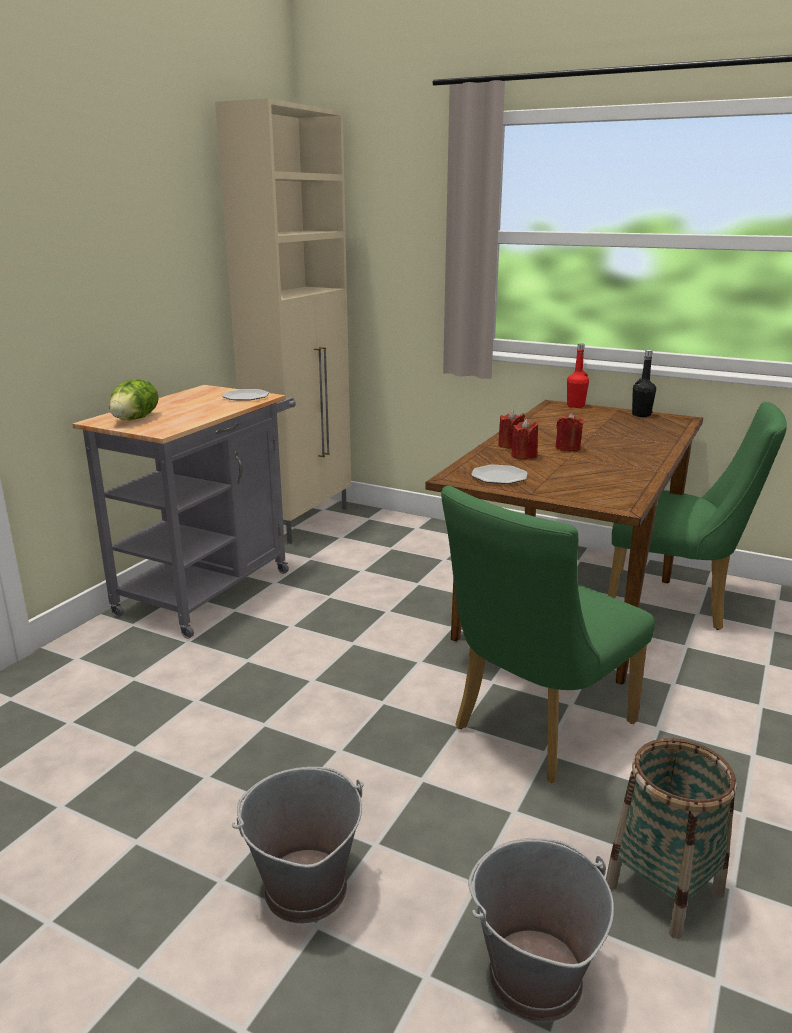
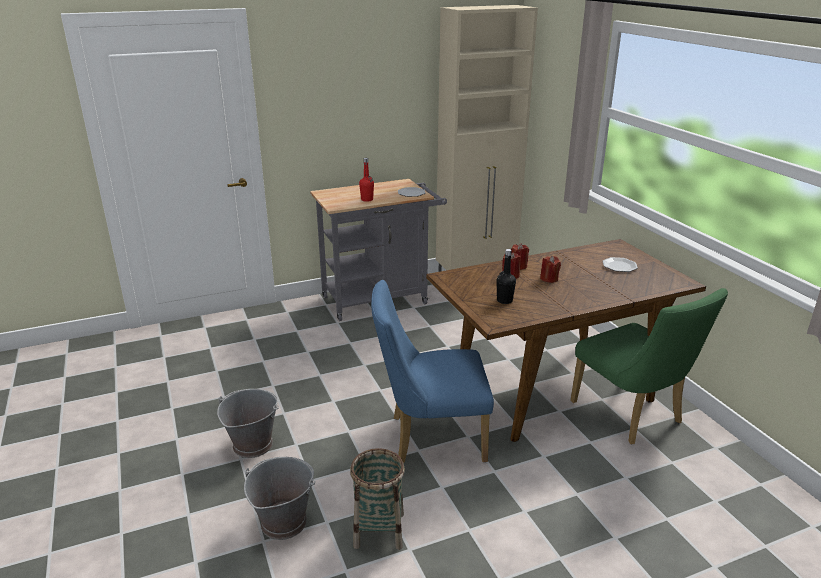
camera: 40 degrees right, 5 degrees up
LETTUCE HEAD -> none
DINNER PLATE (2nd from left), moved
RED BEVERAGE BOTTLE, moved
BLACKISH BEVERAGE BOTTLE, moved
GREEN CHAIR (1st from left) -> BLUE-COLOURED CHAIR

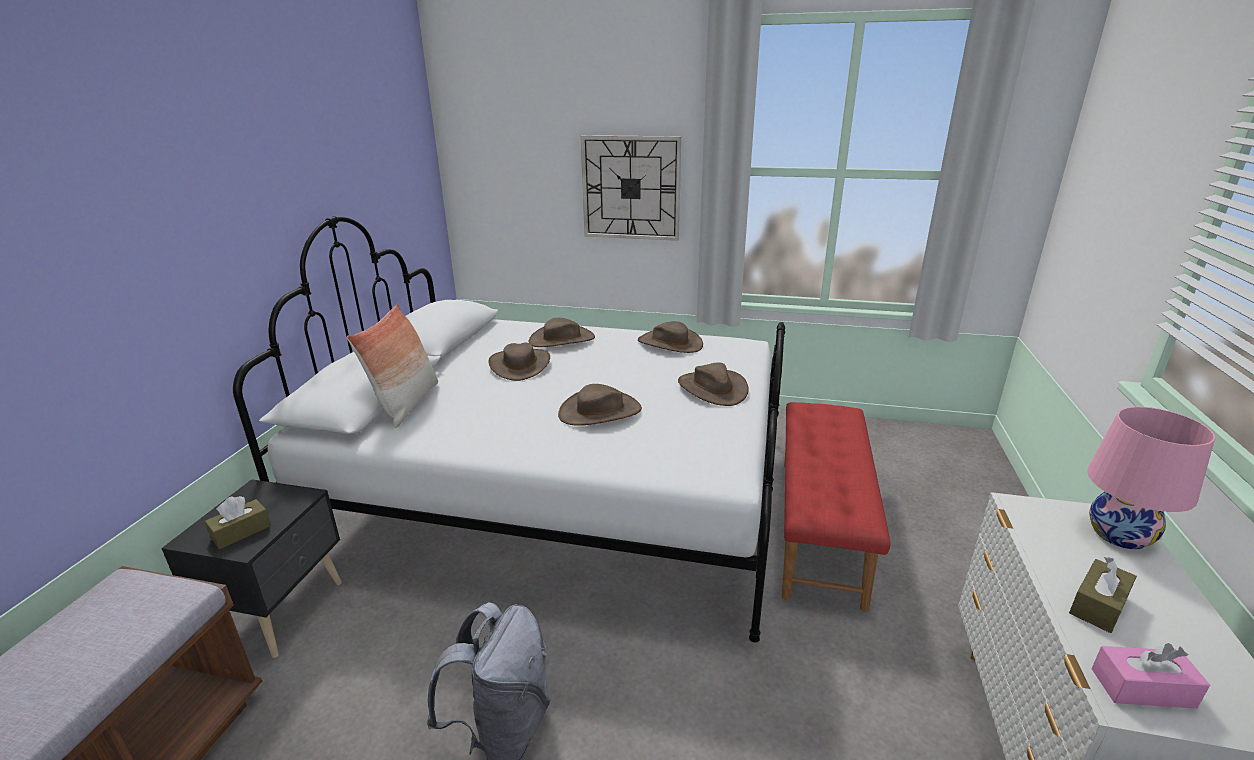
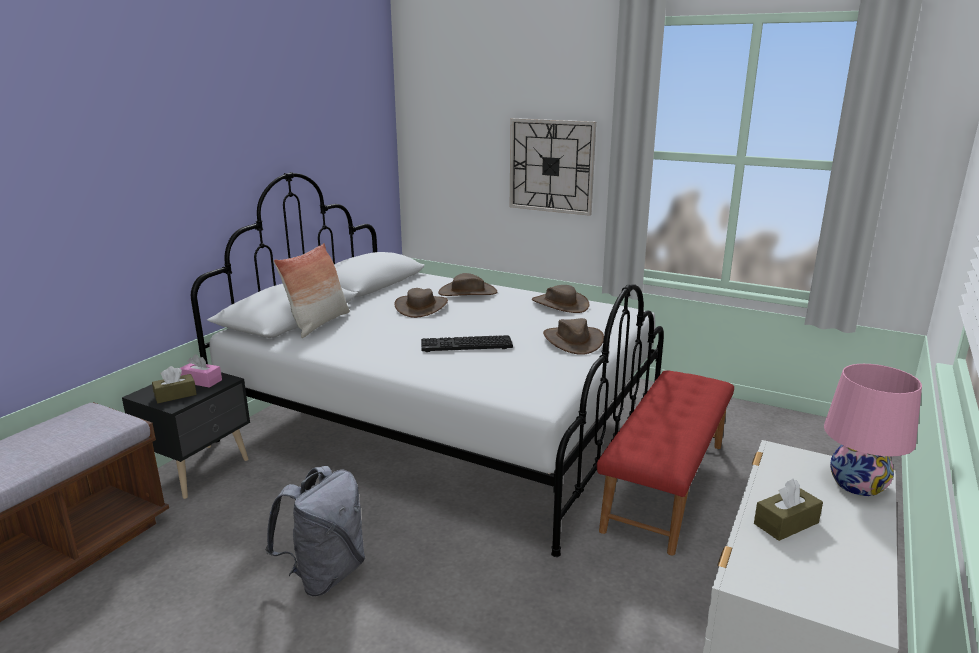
camera: 15 degrees right, 5 degrees down
PINK TISSUE HOLDER, moved
BROWN-COLOURED WEARABLE HAT (3rd from left) -> KEYBOARD

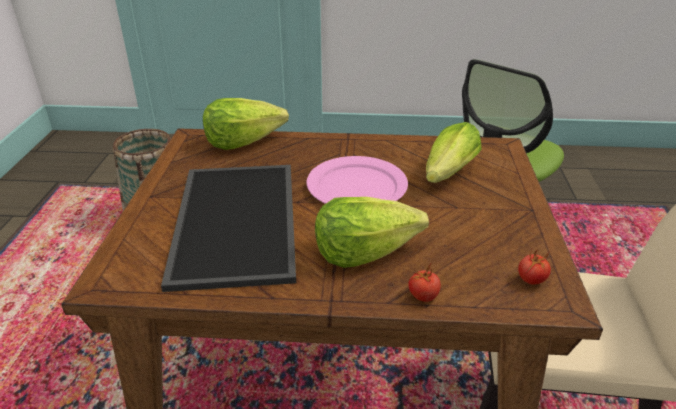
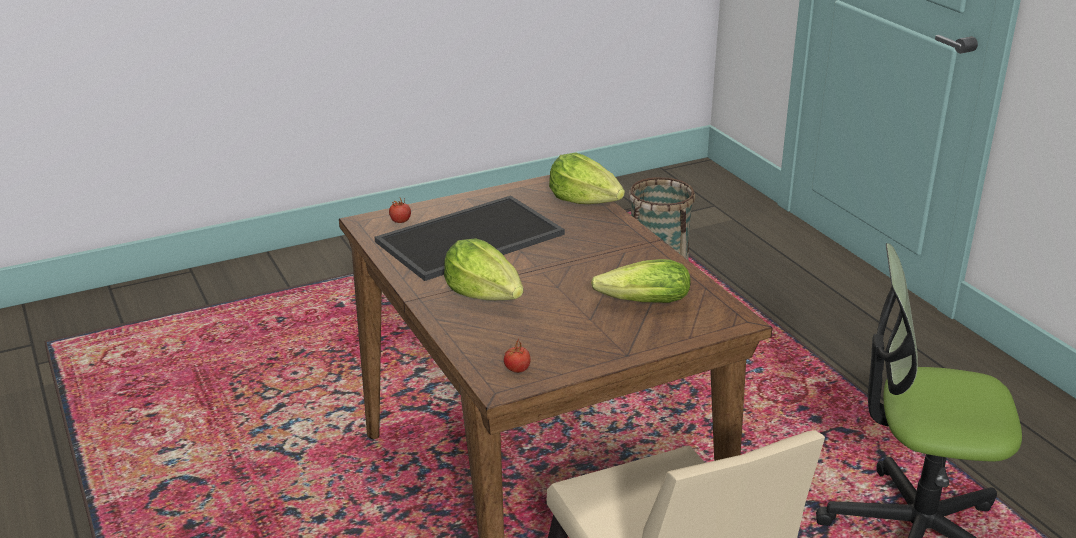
camera: 60 degrees right, 5 degrees down
PINK DINNER PLATE -> none
WHOLE TOMATO (1st from left), moved

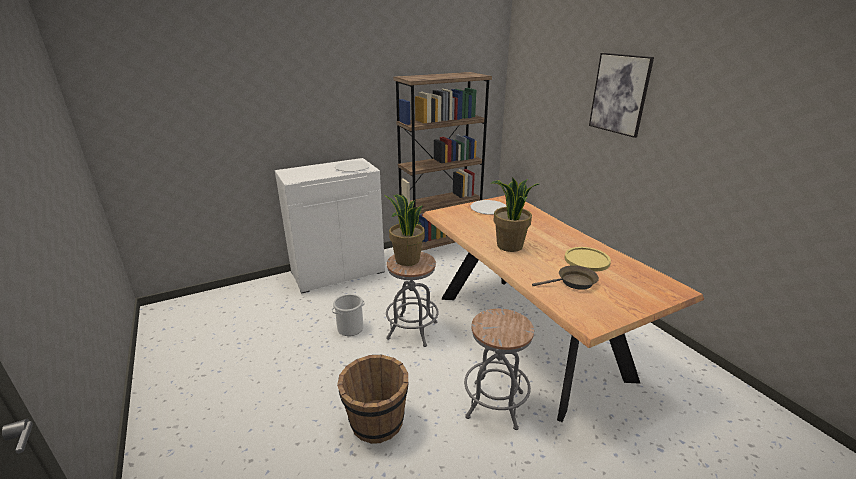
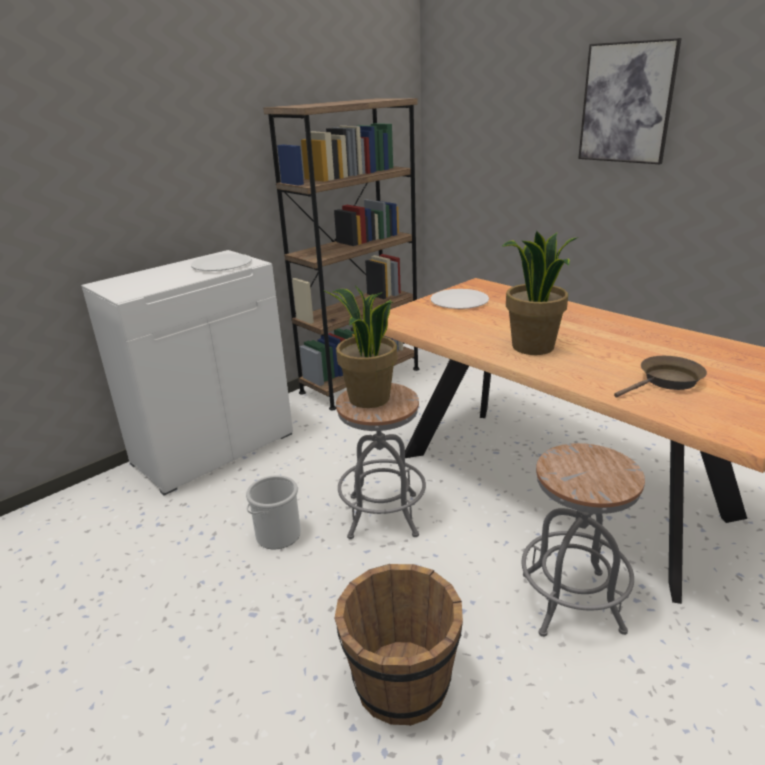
camera: 15 degrees left, 0 degrees up
YELLOW DINNER PLATE -> none

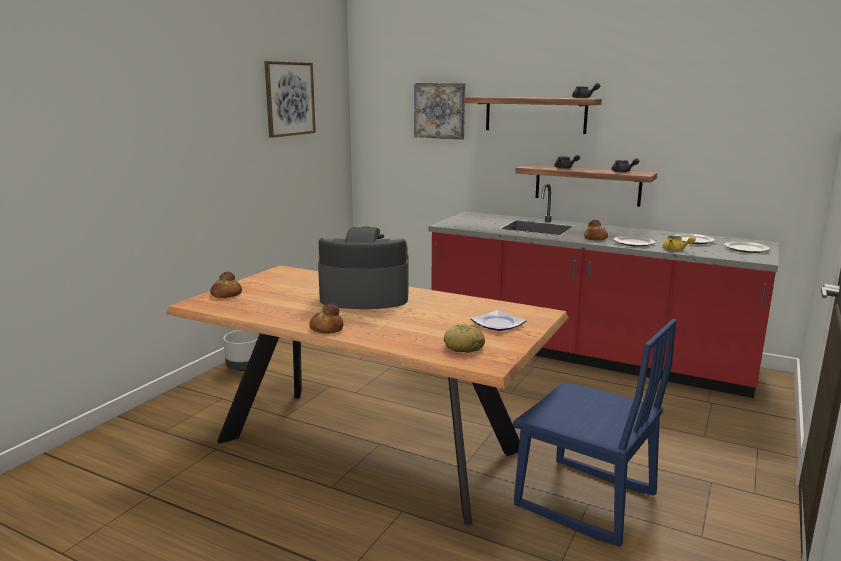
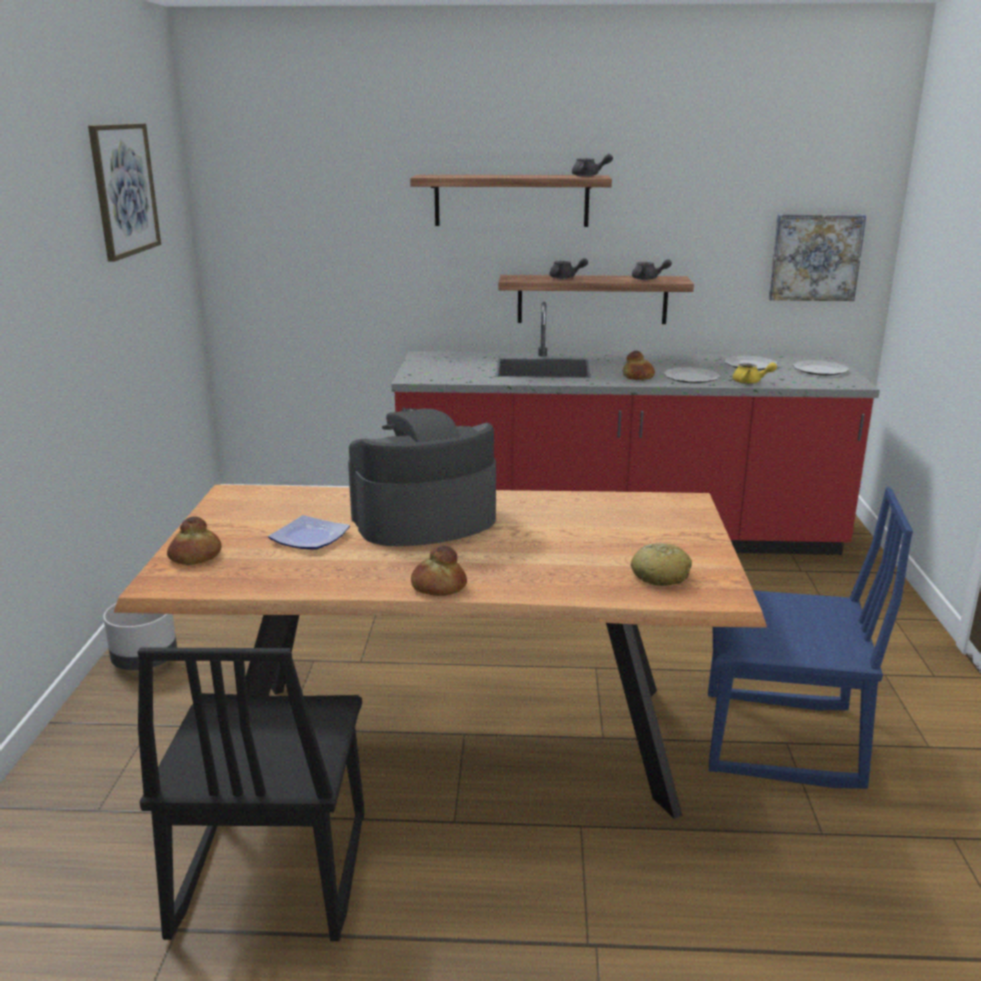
camera: 25 degrees left, 5 degrees up
none -> BLACKISH CHAIR
WALL PICTURE (2nd from left), moved
DINNER PLATE (1st from left), moved

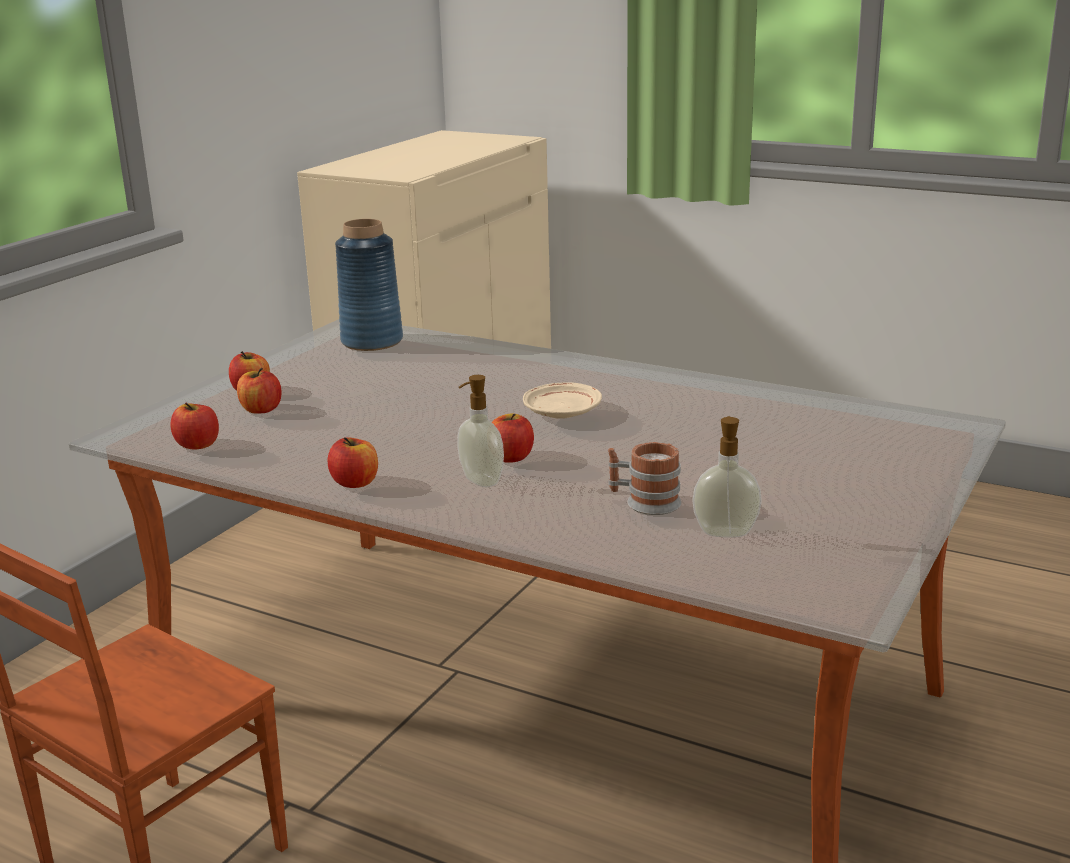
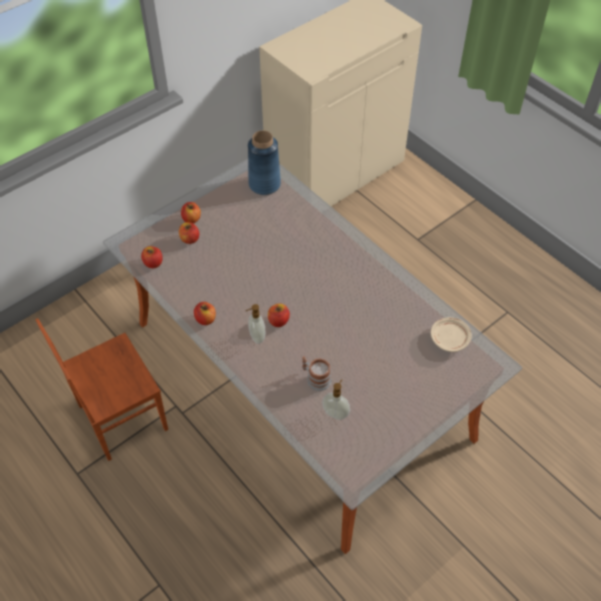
camera: 20 degrees right, 30 degrees up
SAND-COLOURED DINNER PLATE, moved

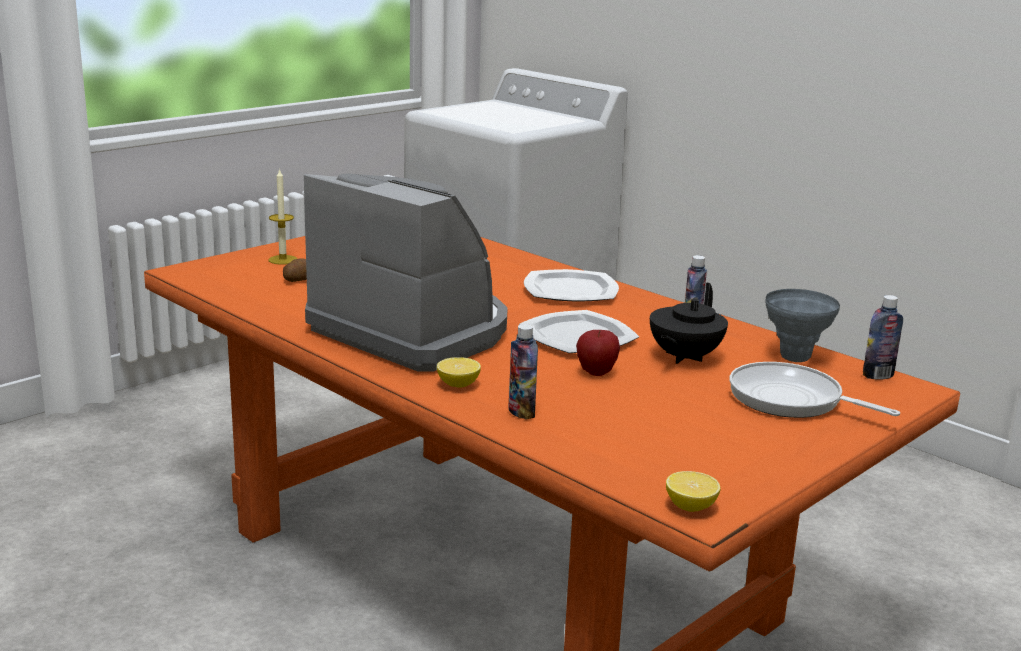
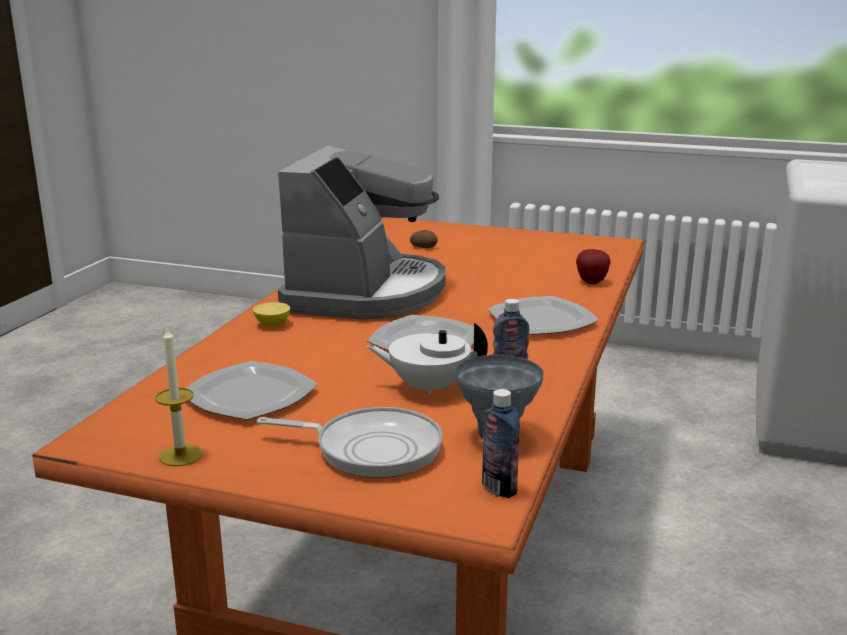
camera: 65 degrees right, 0 degrees up
BEVERAGE BOTTLE (1st from left) -> none
CITRUS FRUIT (2nd from left) -> none
none -> DINNER PLATE (1st from left)
WAX LIGHT, moved
APPLE, moved
BLACKISH POT FOR TEA -> WHITE POT FOR TEA
SKILLET, 90 degrees clockwise

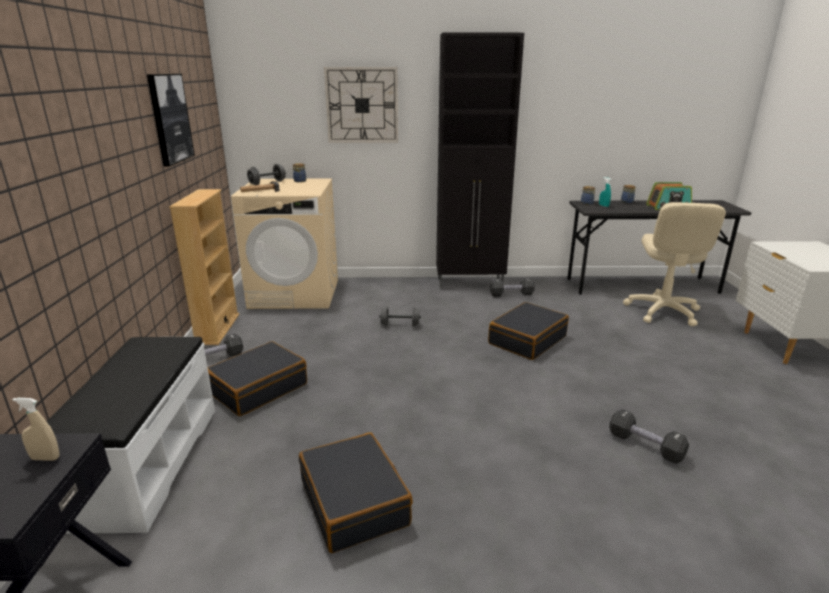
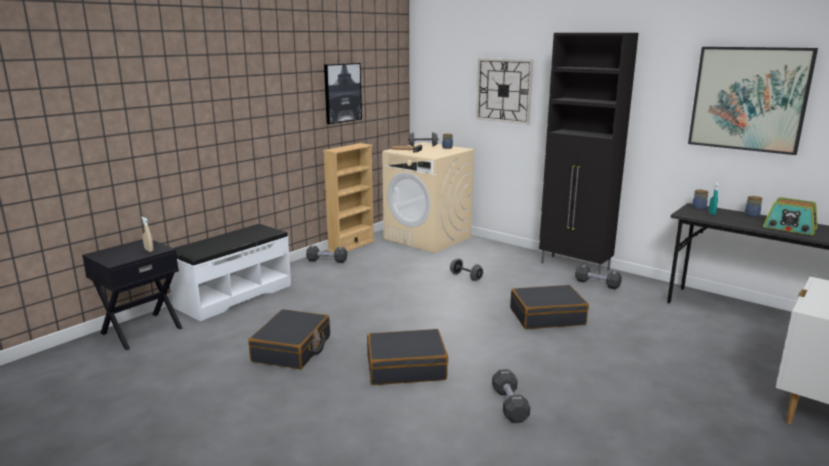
camera: 40 degrees right, 5 degrees down
SAND-COLOURED DESK CHAIR -> none
none -> WALL PICTURE (2nd from left)
BLACKISH TRAVEL CASE (1st from left in the first image) -> BLACKISH TRAVEL CASE (2nd from left), moved

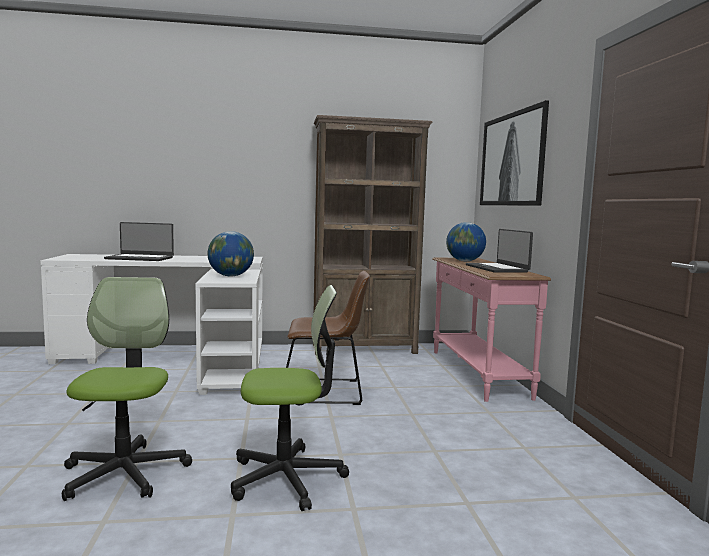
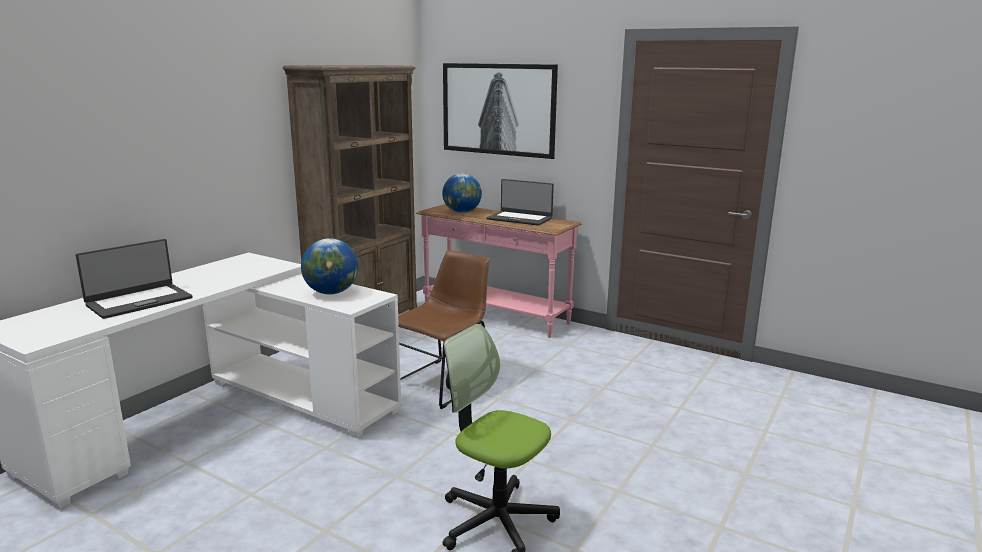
camera: 50 degrees left, 10 degrees up
DESK CHAIR (2nd from left) -> none

